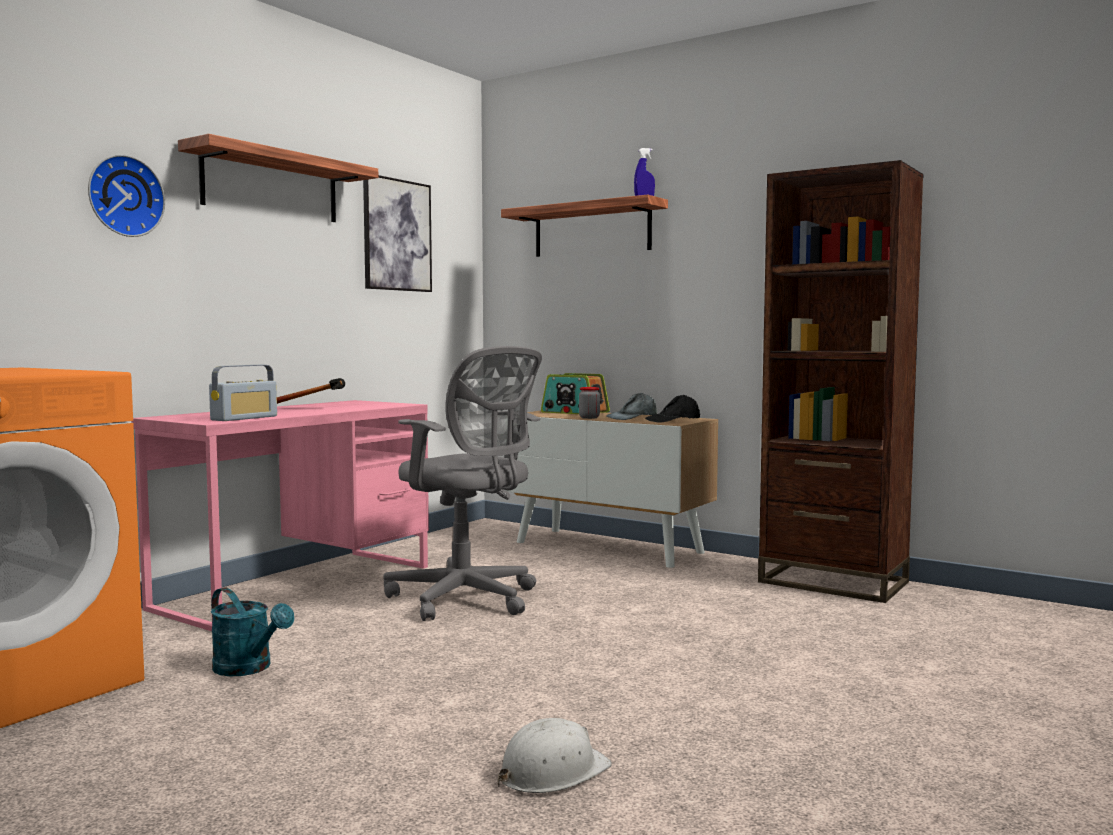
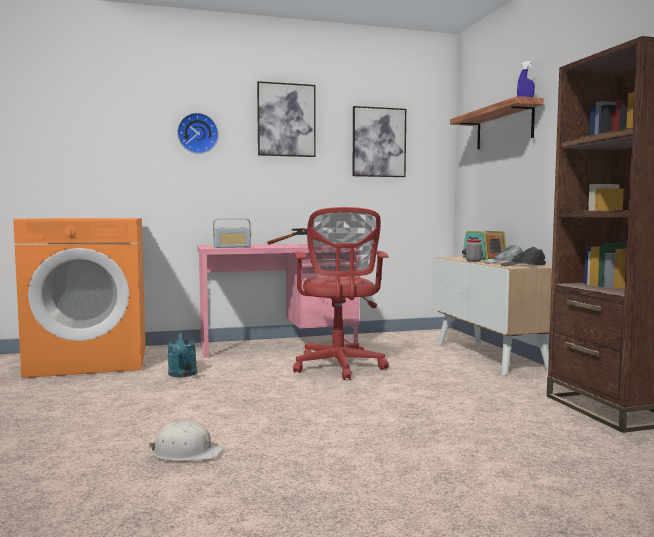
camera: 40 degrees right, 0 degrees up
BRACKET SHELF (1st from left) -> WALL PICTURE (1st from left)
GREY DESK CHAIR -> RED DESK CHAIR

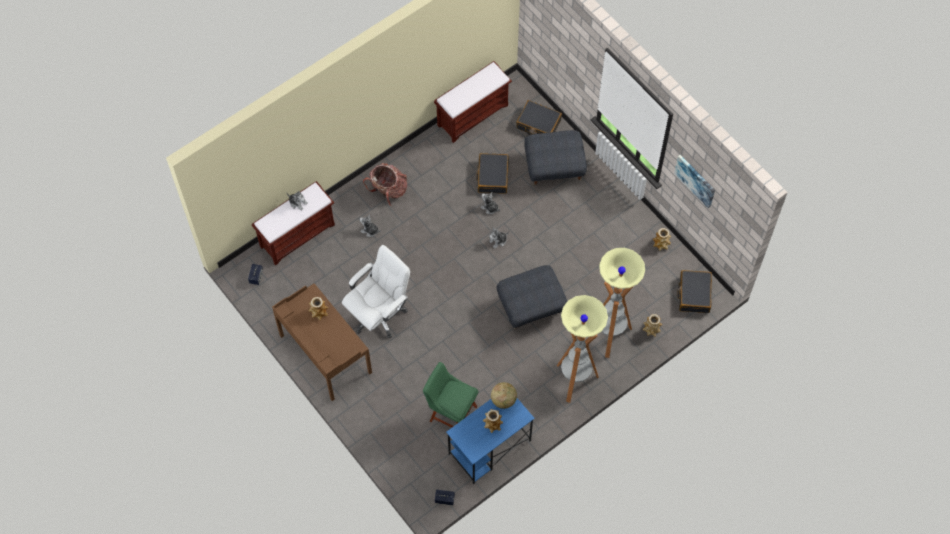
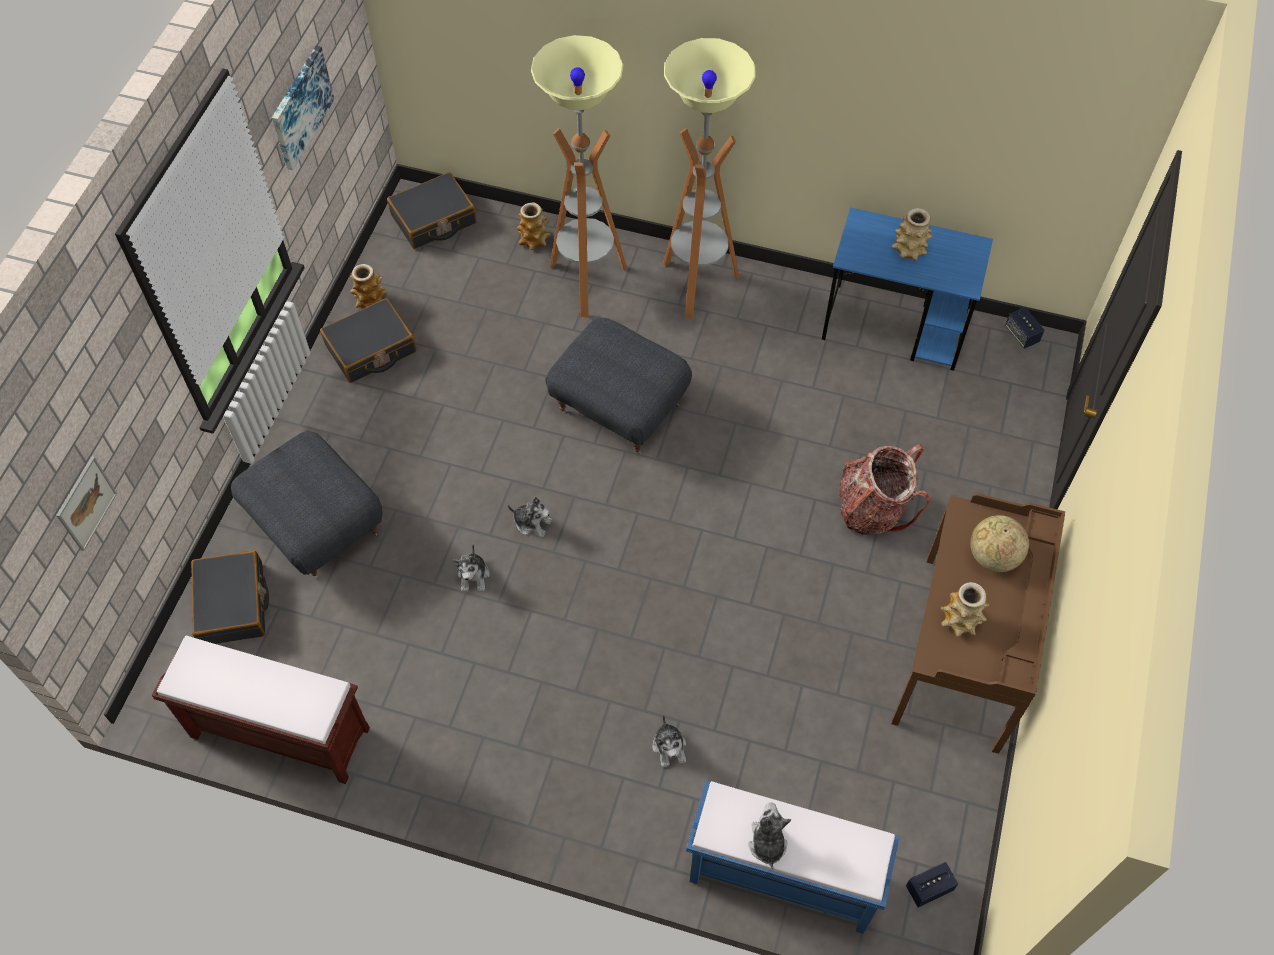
camera: 125 degrees left, 5 degrees down
WHITE DESK CHAIR -> none
GREEN CHAIR -> none
none -> WALL PICTURE (1st from left)
RUCKSACK, moved
BLACKISH TRAVEL CASE (1st from left in the first image) -> BLACKISH TRAVEL CASE (2nd from left), moved
DESK GLOBE, moved
BROWN-COLOURED INDOOR BENCH (1st from left) -> BLUE-COLOURED INDOOR BENCH

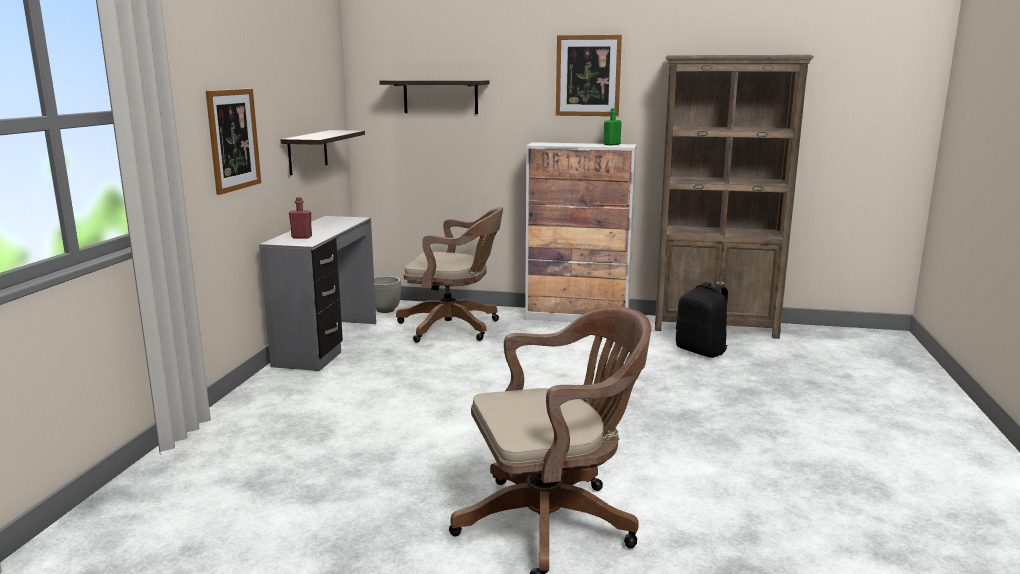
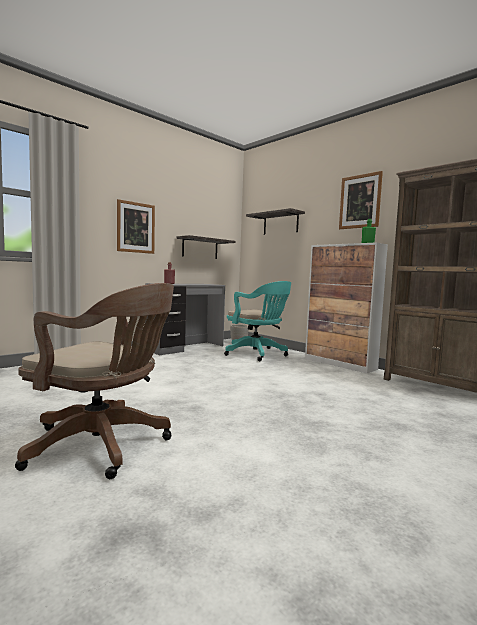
camera: 35 degrees right, 10 degrees down
BLACKISH RUCKSACK -> none
BROWN-COLOURED DESK CHAIR (1st from left) -> BLUE-GREEN DESK CHAIR

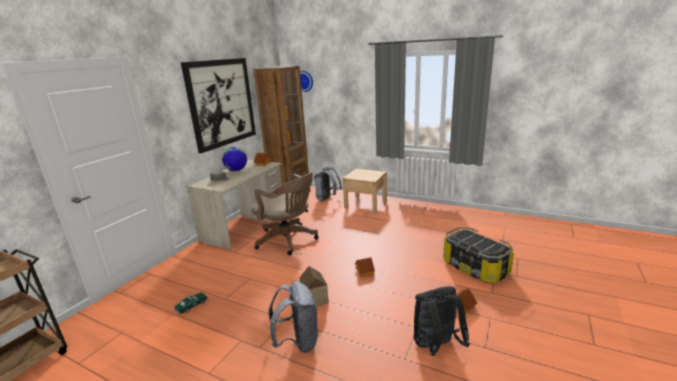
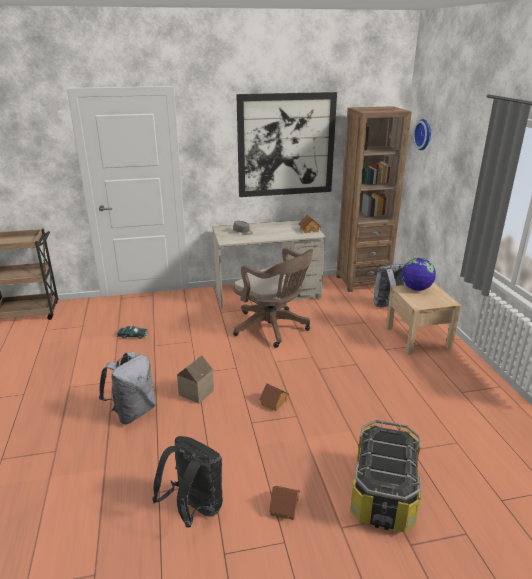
camera: 50 degrees right, 5 degrees up
DESK GLOBE, moved
BROWN-COLOURED DESK CHAIR, 45 degrees counterclockwise

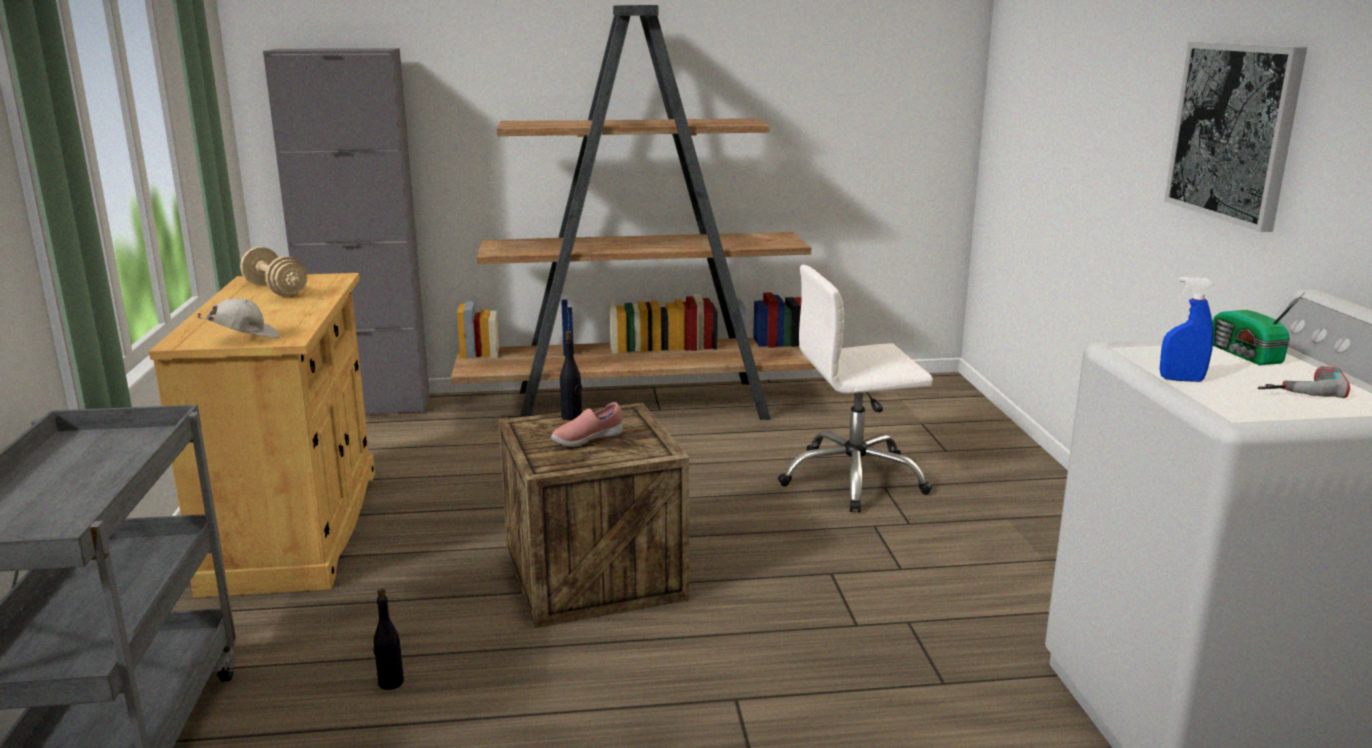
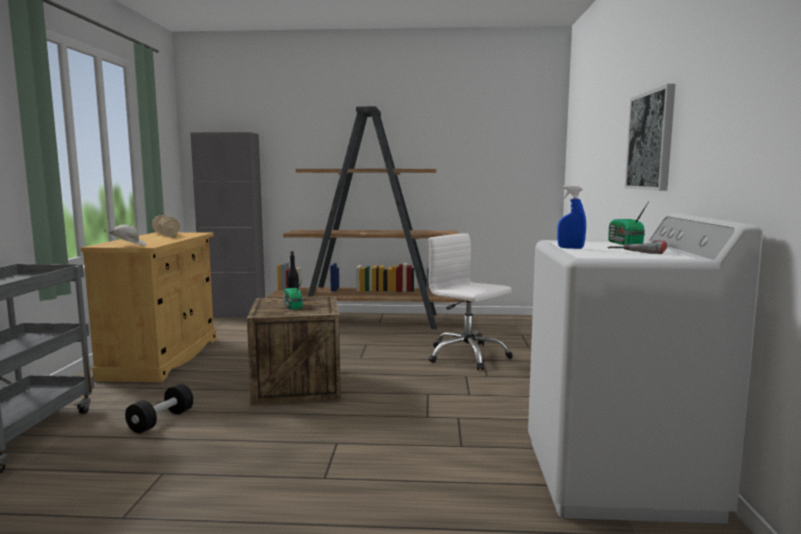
camera: 10 degrees right, 10 degrees down
BLACKISH BEVERAGE BOTTLE (1st from left) -> BLACKISH FREE WEIGHT
PINK SHOE -> RADIO SET (1st from left)
WHITE DESK CHAIR, 45 degrees clockwise

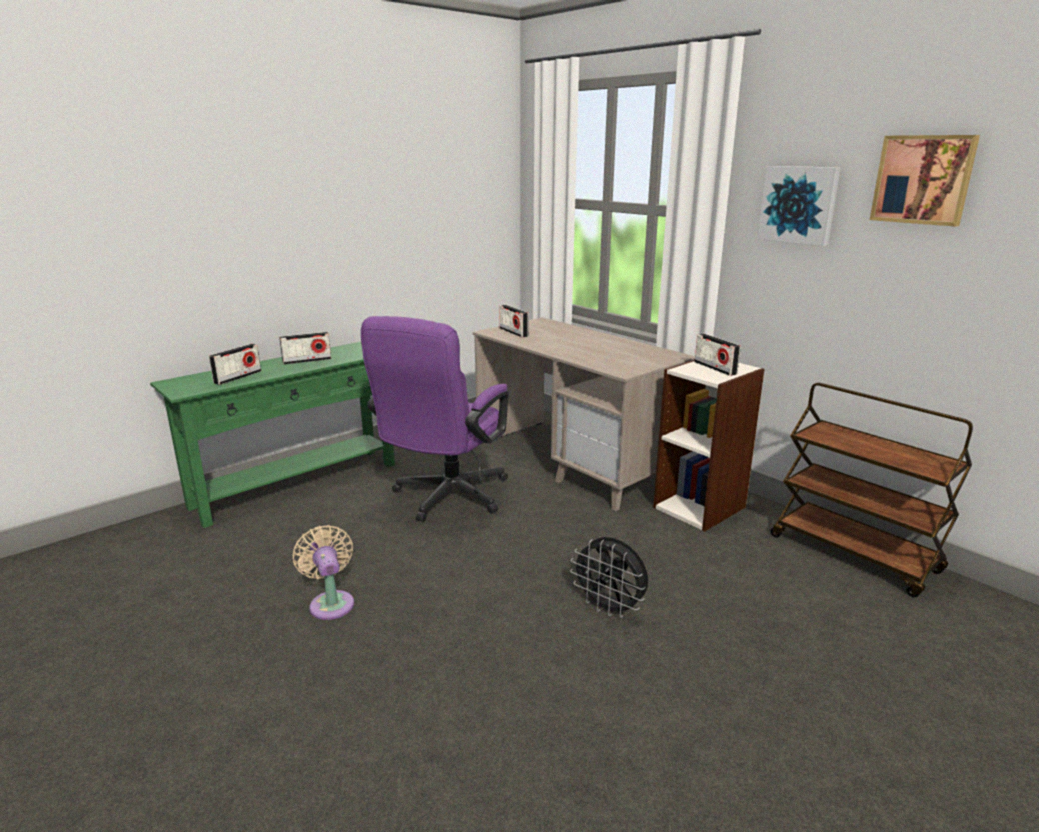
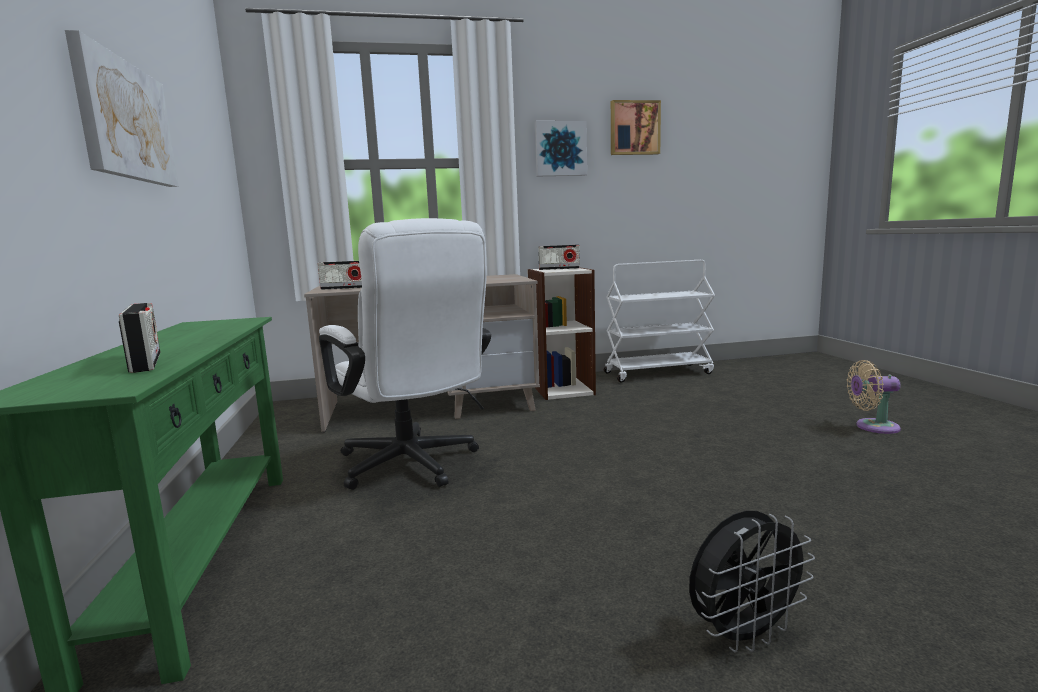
camera: 60 degrees left, 10 degrees down
RADIO SET (2nd from left) -> none
none -> WALL PICTURE (1st from left)
SAND-COLOURED ELECTRIC FAN, moved
BLACKISH ELECTRIC FAN, moved
PURPLISH DESK CHAIR -> WHITE DESK CHAIR
BROWN-COLOURED CART -> WHITE CART

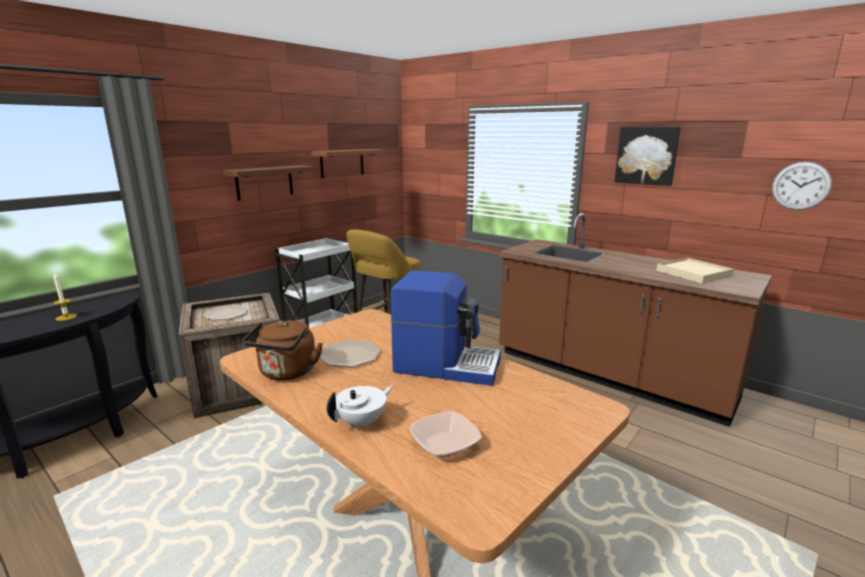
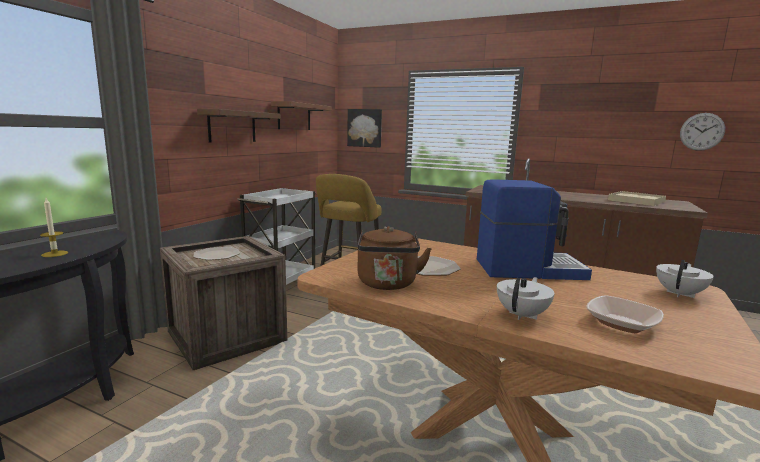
camera: 15 degrees left, 5 degrees down
none -> WHITE POT FOR TEA (2nd from left)
WALL PICTURE, moved

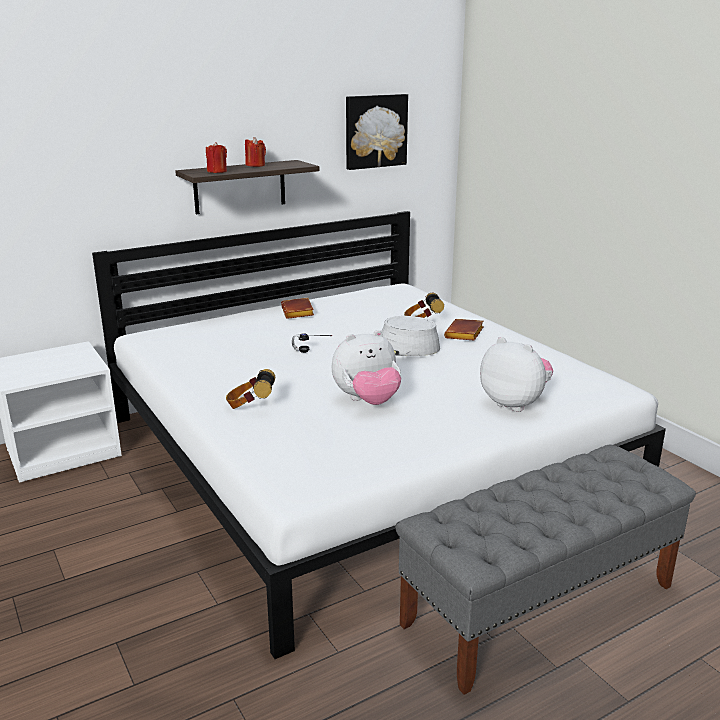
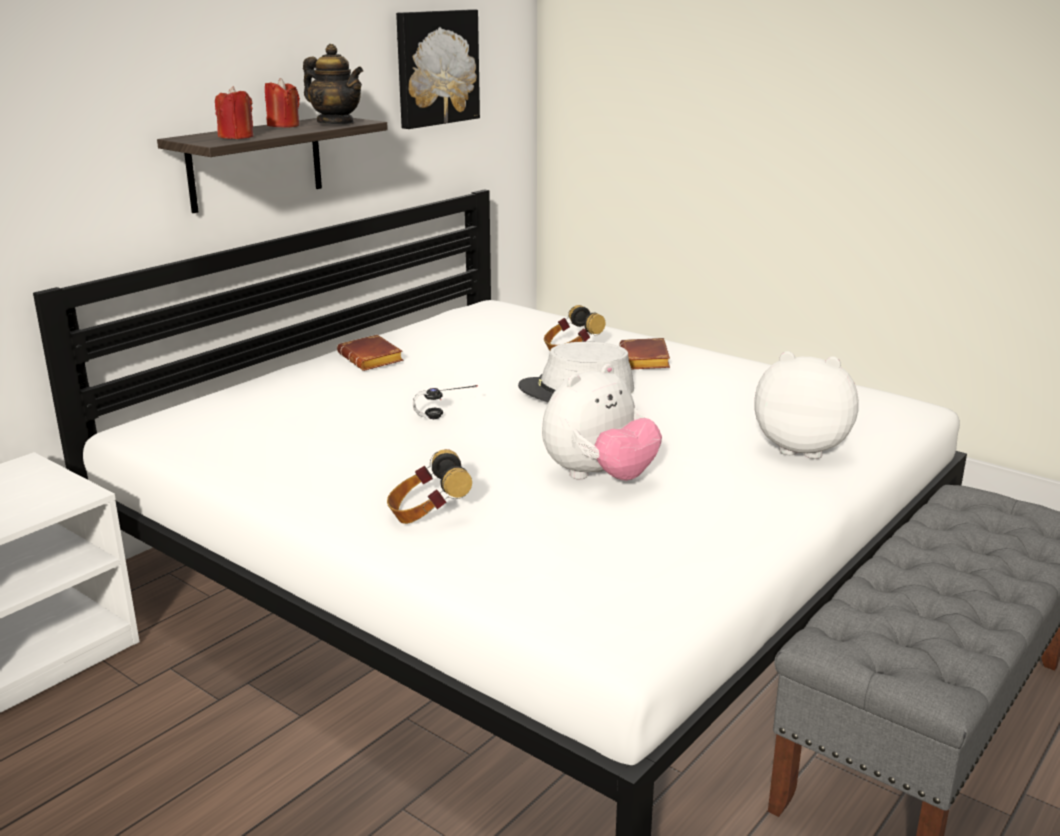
camera: 20 degrees left, 0 degrees up
none -> POT FOR TEA

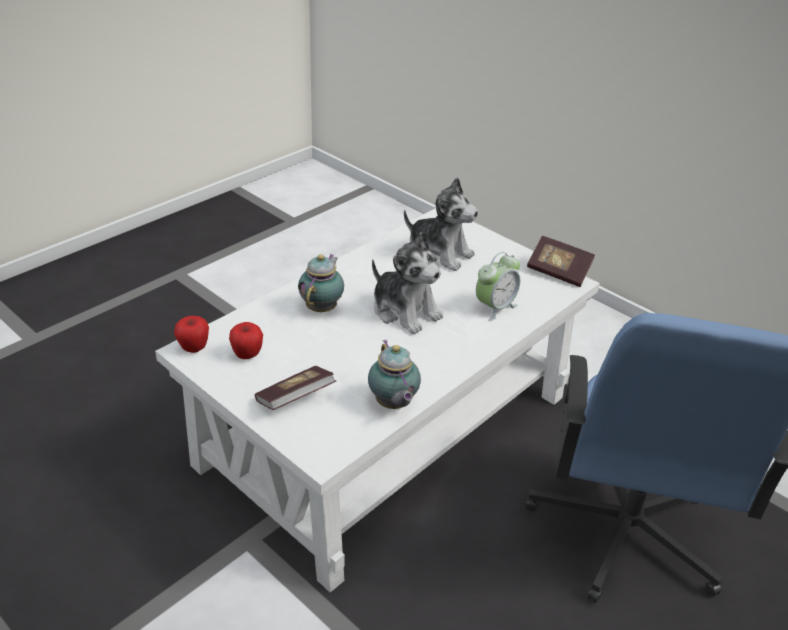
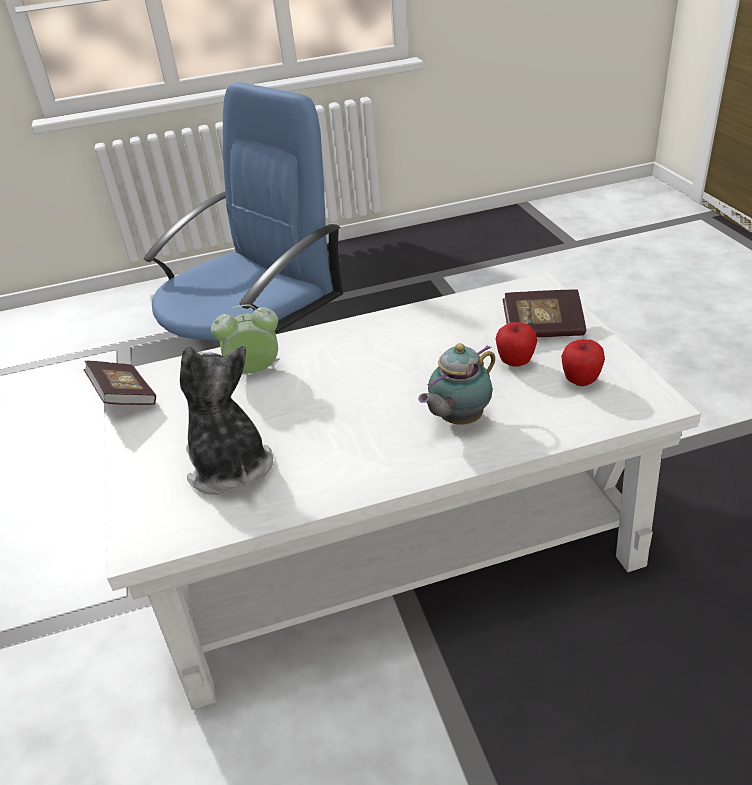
camera: 145 degrees left, 0 degrees up
POT FOR TEA (2nd from left) -> none
PLUSH TOY (1st from left) -> none
APPLE (1st from left), moved

